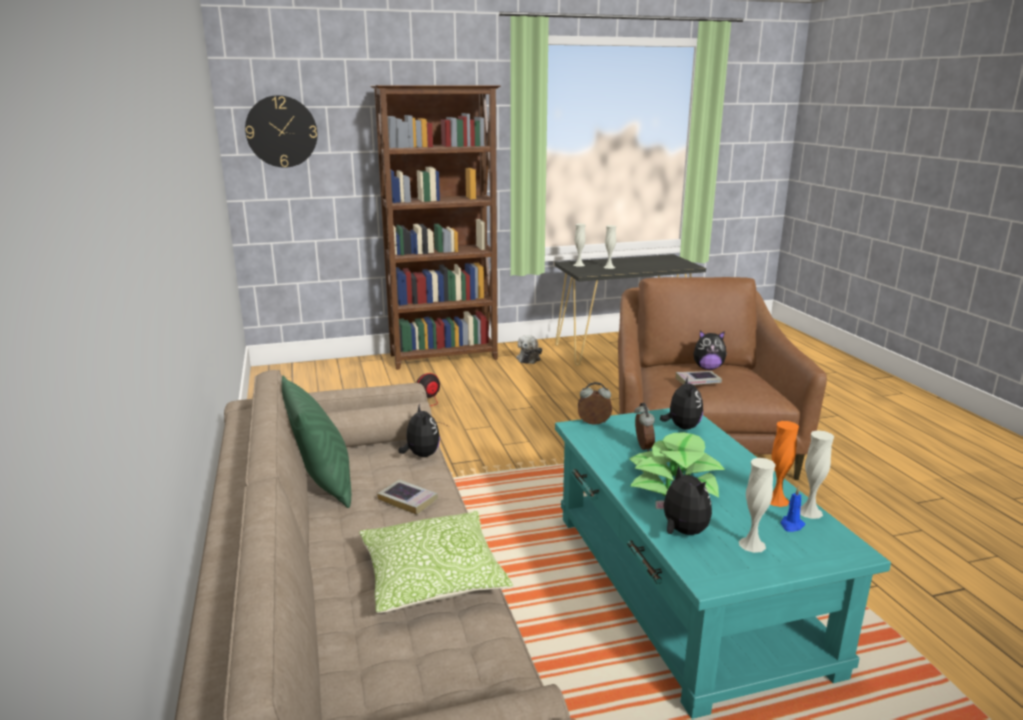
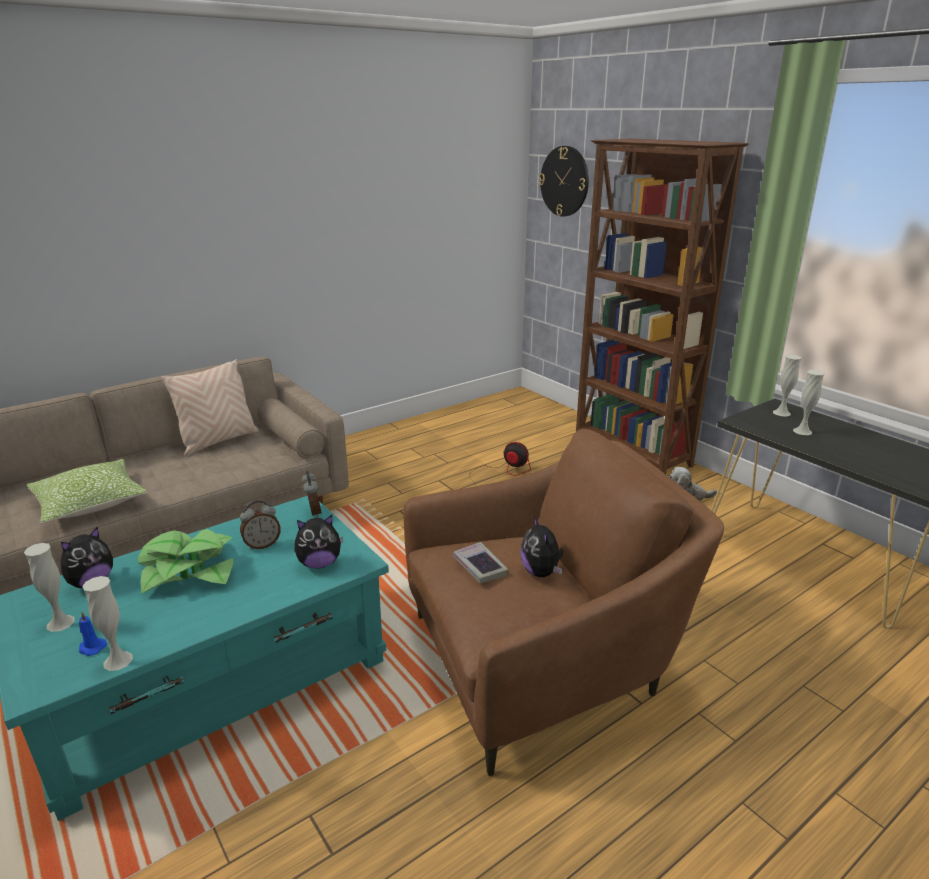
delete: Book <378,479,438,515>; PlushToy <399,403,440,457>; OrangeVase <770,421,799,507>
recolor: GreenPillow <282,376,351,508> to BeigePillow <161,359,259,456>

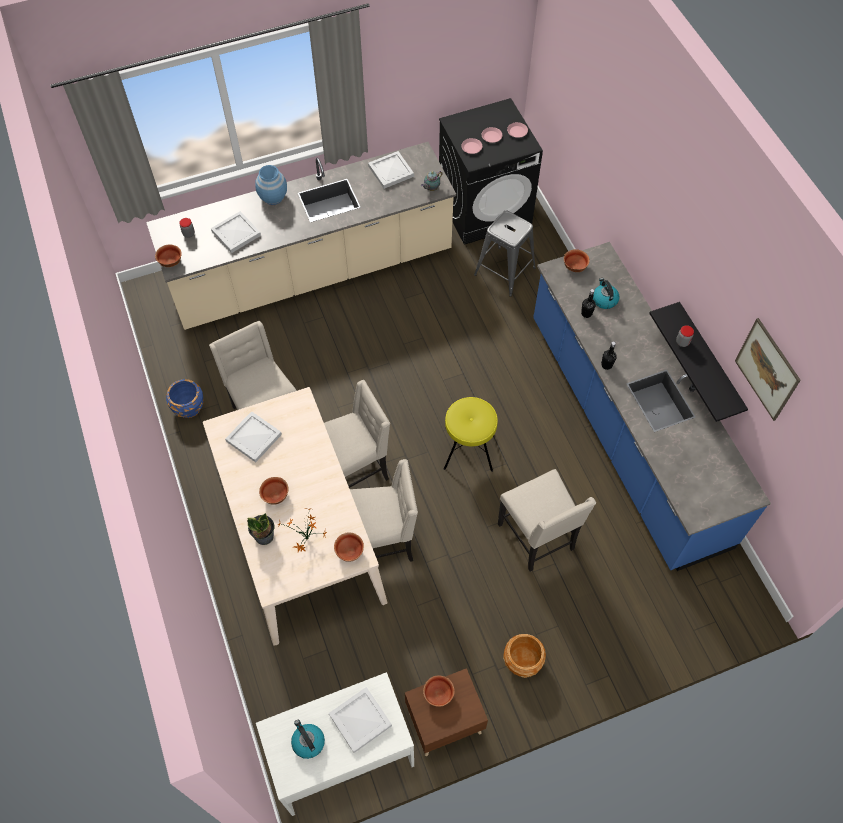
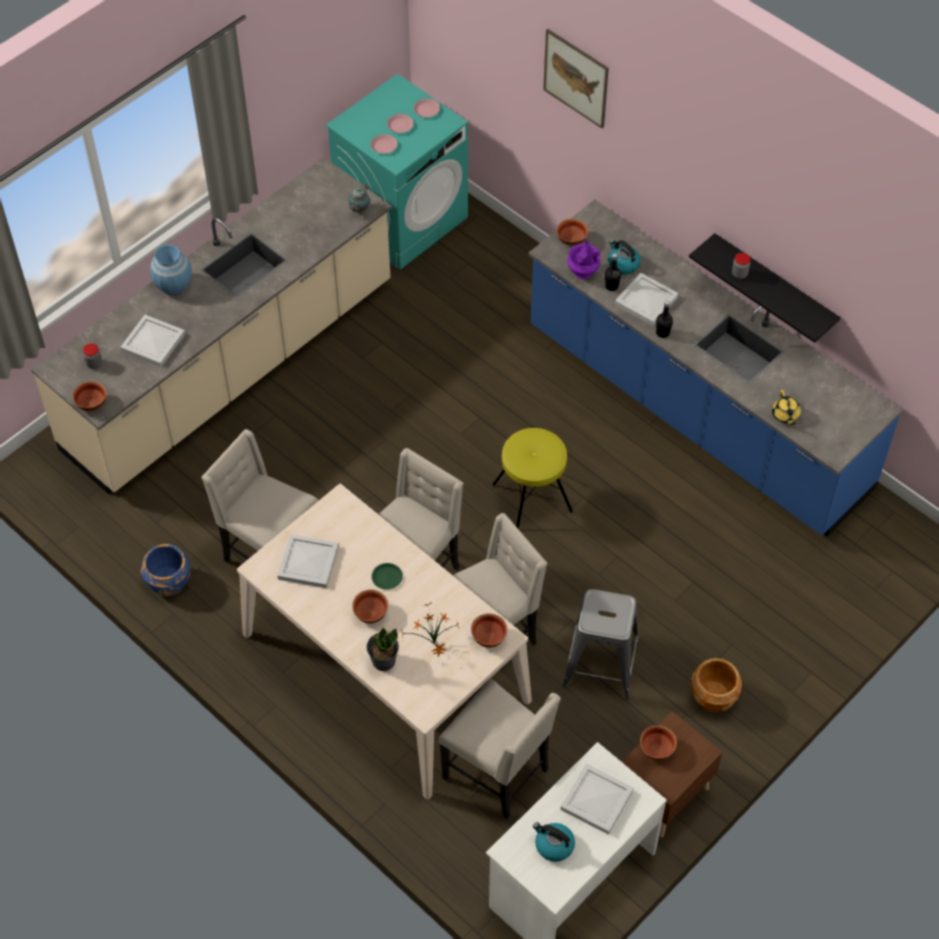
insert: GreenPlate <372,563,403,590>; PurpleVase <567,239,600,279>; YellowTeapot <772,390,801,425>
move: WhiteTray <368,151,414,189> to <615,273,679,326>; GreyStool <474,210,536,297> to <562,589,639,699>; BeigeChair <498,469,596,572> to <439,679,561,819>; Picture <735,318,801,421> to <543,29,609,129>
recolor: BlackWashingMachine <439,98,543,245> to TurquoiseWashingMachine <326,74,468,270>

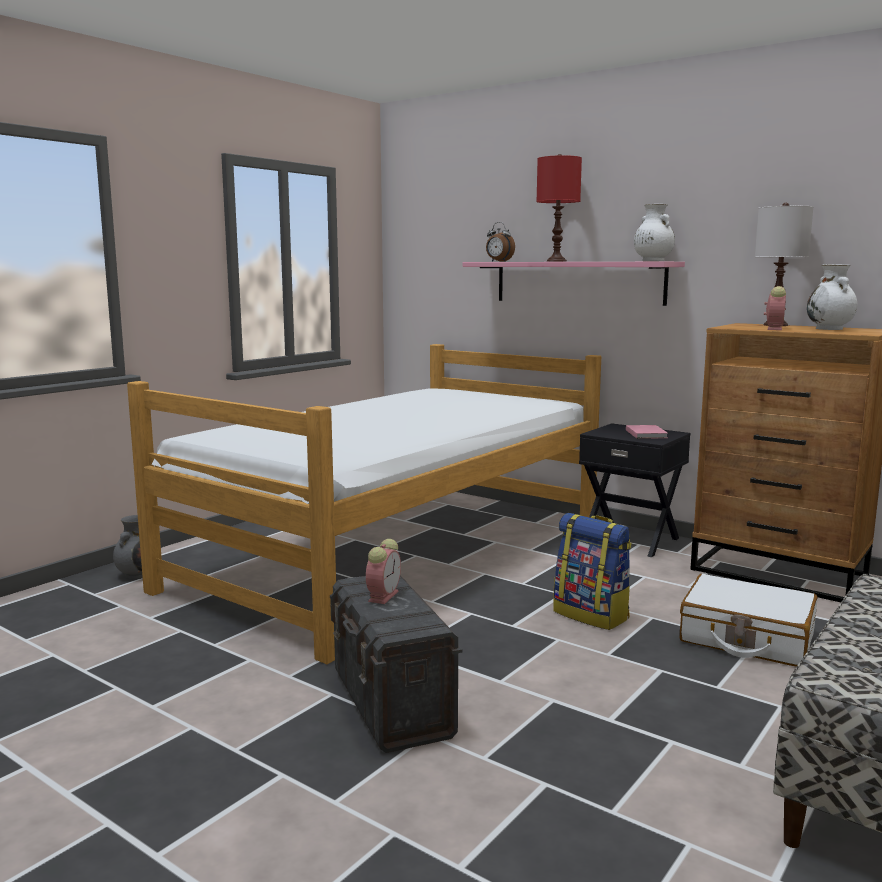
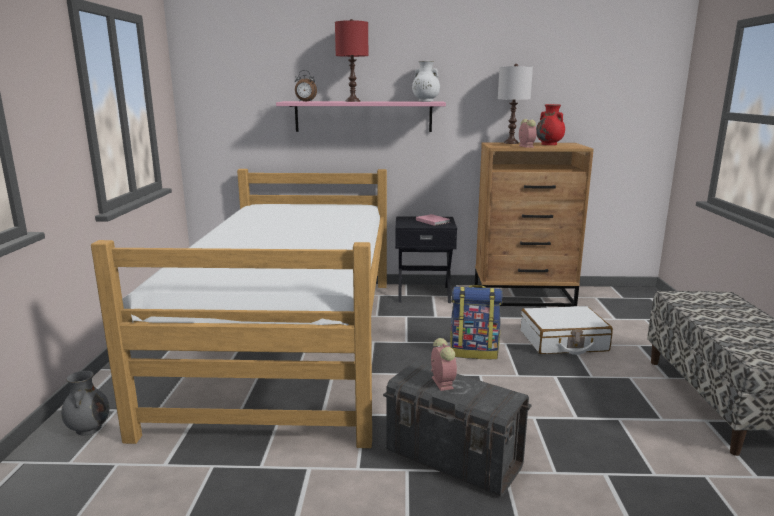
recolor: WhiteVase <807,265,858,330> to RedVase <536,104,565,145>

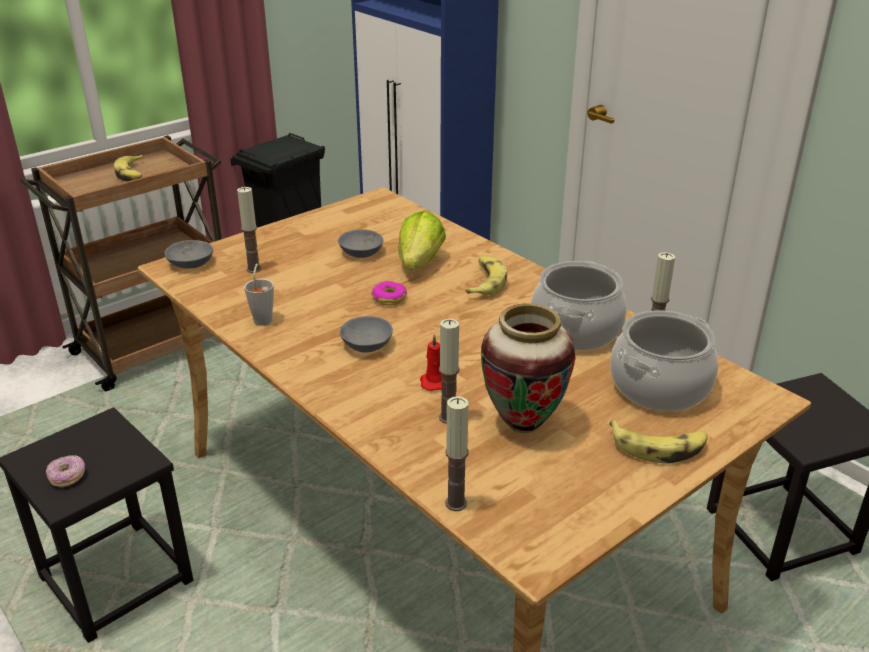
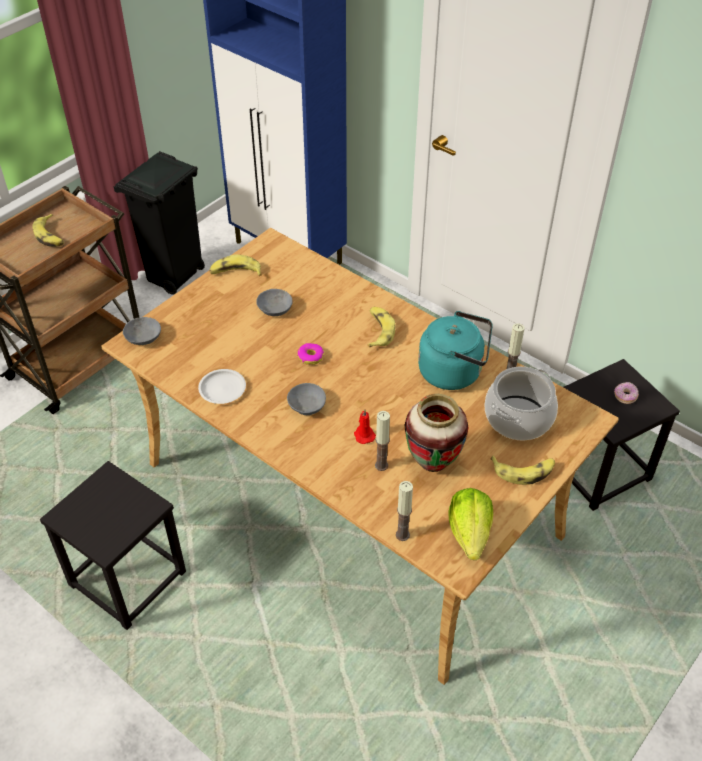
delete: Candle <237,187,262,273>
insert: Banana <209,254,262,276>
move: Donut <46,455,85,487> to <614,382,639,404>; Lettuce <398,211,446,270> to <448,488,493,560>
replace: GreyCup <244,264,274,326> to WhitePlate <198,369,246,404>; CookingPot <531,261,627,350> to TurquoiseKettle <418,311,492,390>

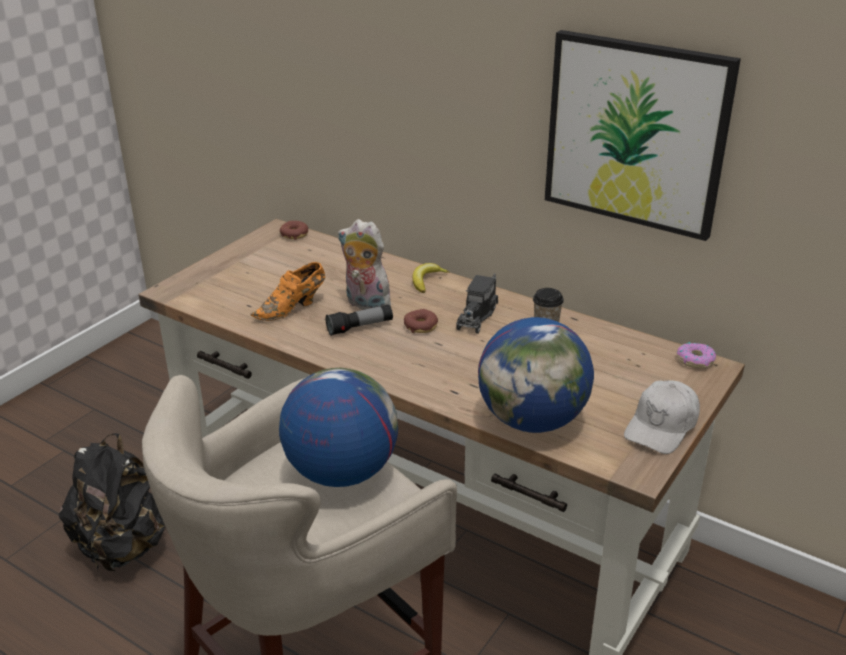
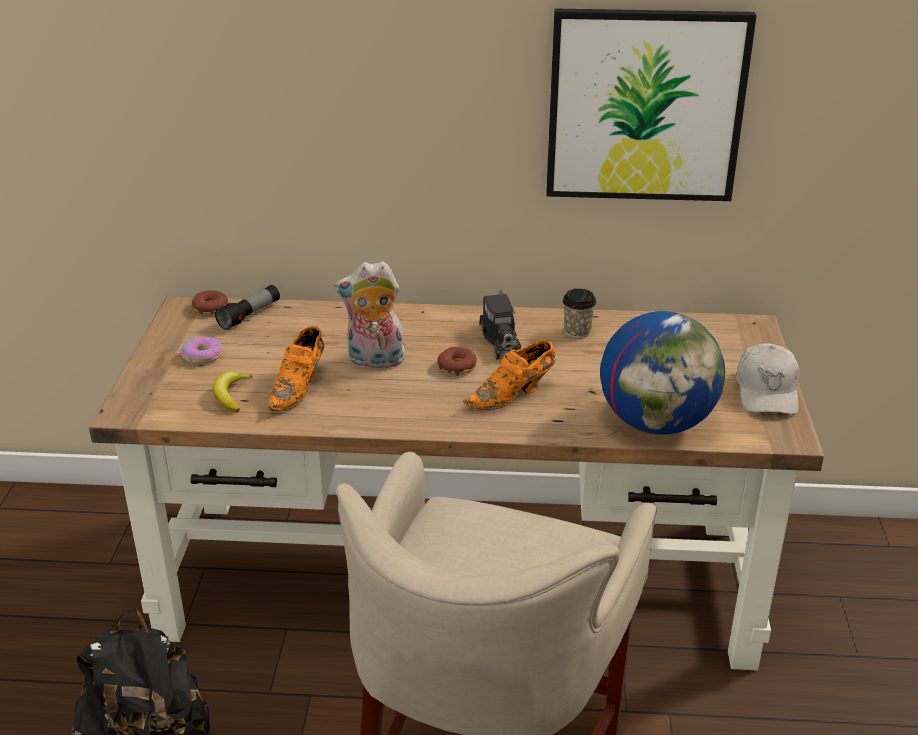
delete: Globe <279,368,398,487>
insert: OrangeShoe <463,340,555,410>
move: Flashlight <326,304,393,336> to <215,285,280,330>; Banana <412,263,450,293> to <213,371,253,412>; Donut <677,342,716,369> to <181,337,222,364>

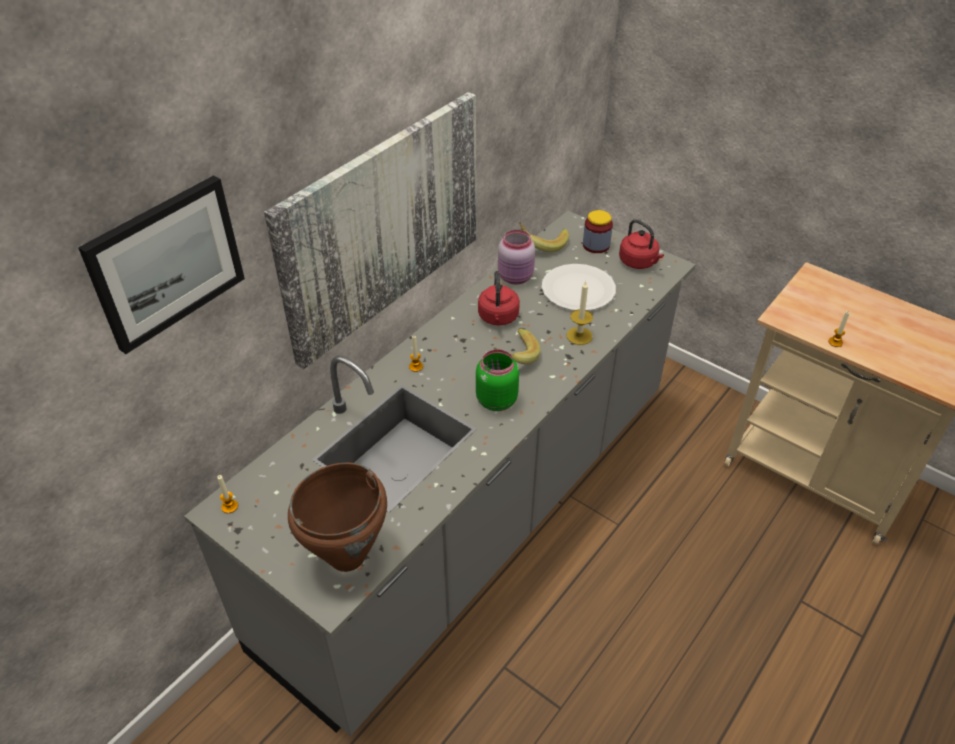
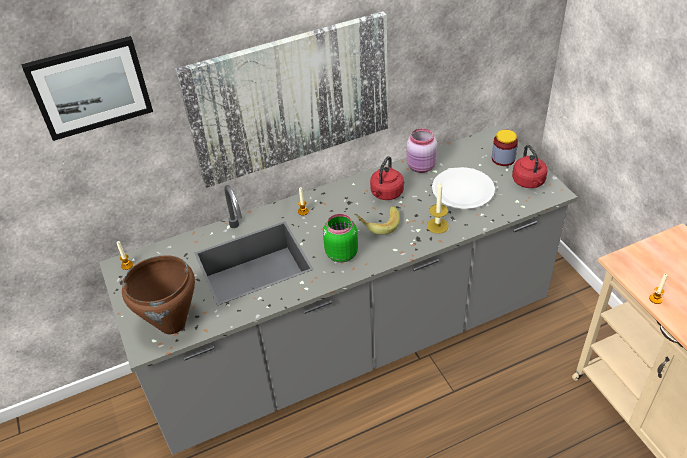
delete: Banana <518,222,569,252>

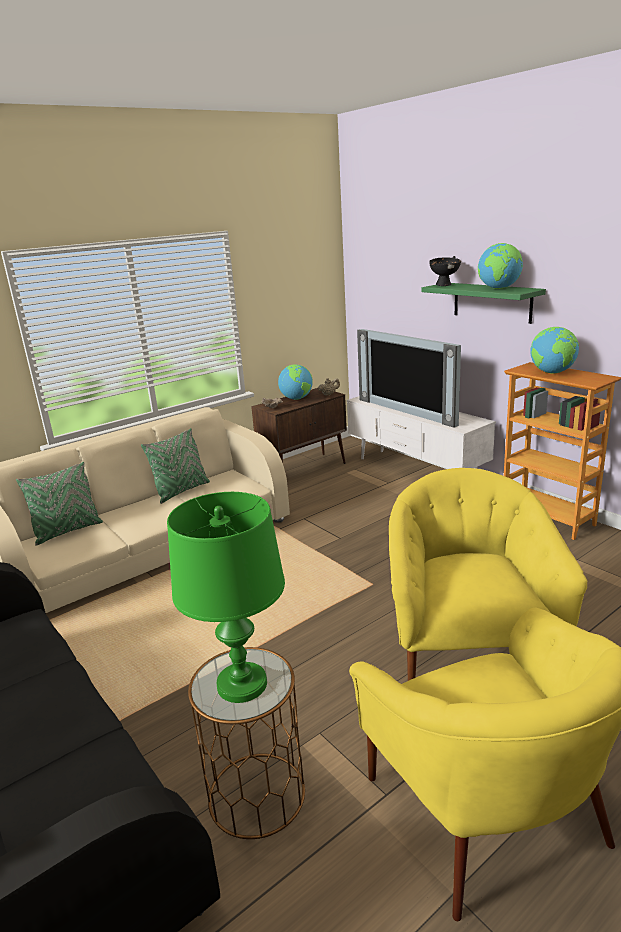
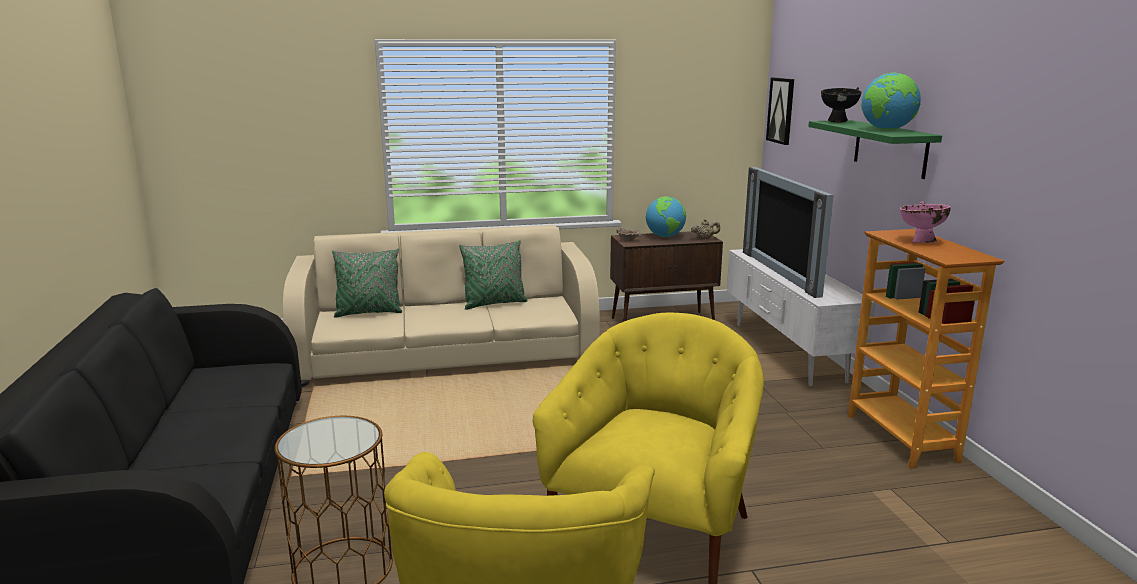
delete: GreenTableLamp <167,492,285,703>
insert: Picture <766,77,794,145>
replace: Globe <530,327,579,374> to PinkBowl <900,202,950,243>

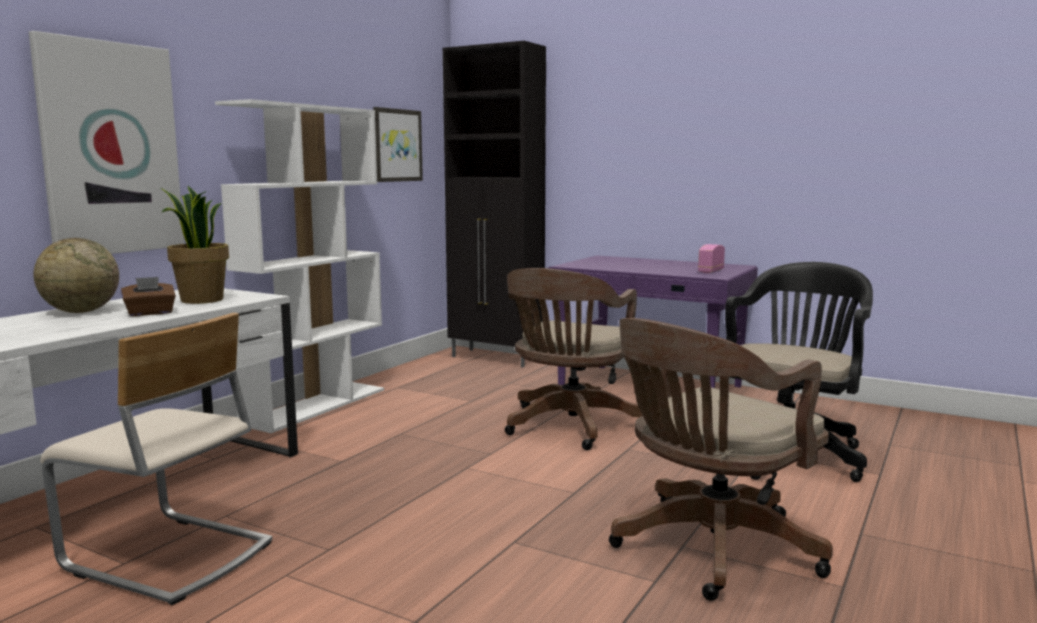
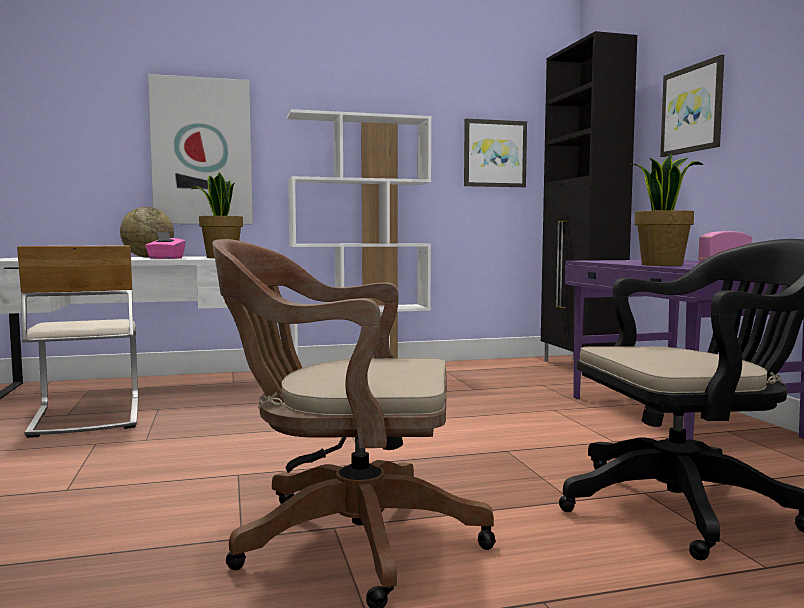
delete: BrownOfficeChair <505,268,643,450>
insert: PottedPlant <631,154,704,266>; Picture <660,55,724,157>
recolor: BrownTissueBox <121,277,176,316> to PinkTissueBox <145,232,186,259>

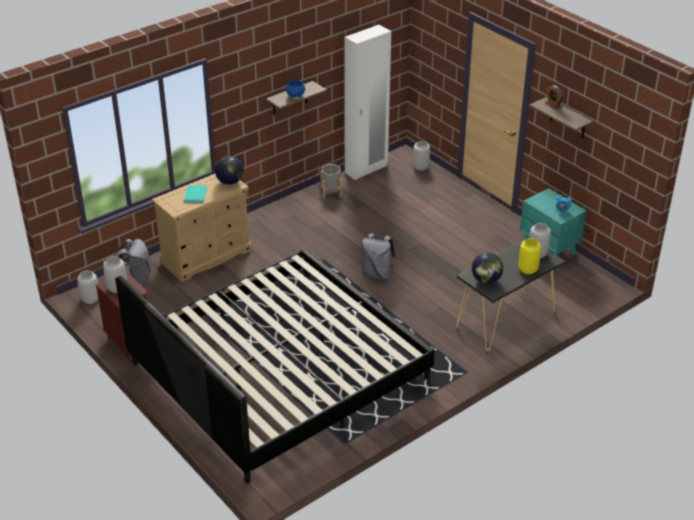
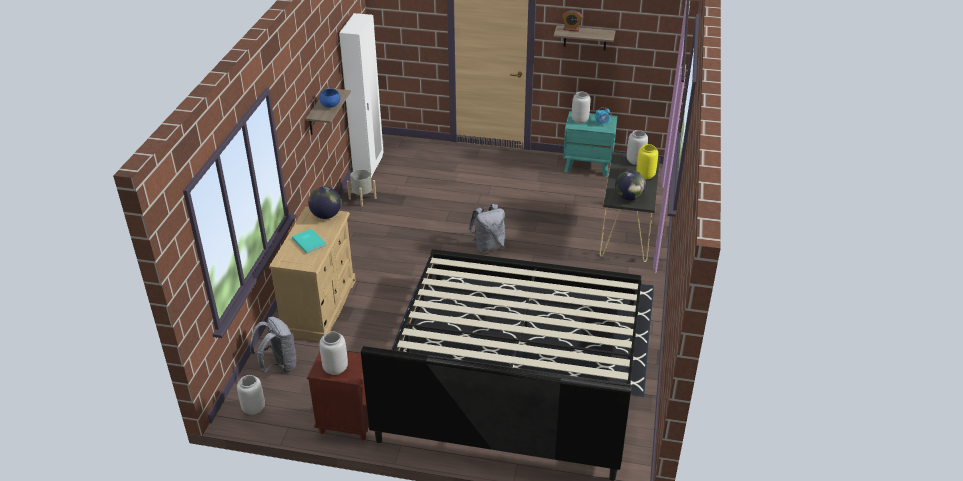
move: GreyVase <413,141,430,171> to <572,91,590,124>

